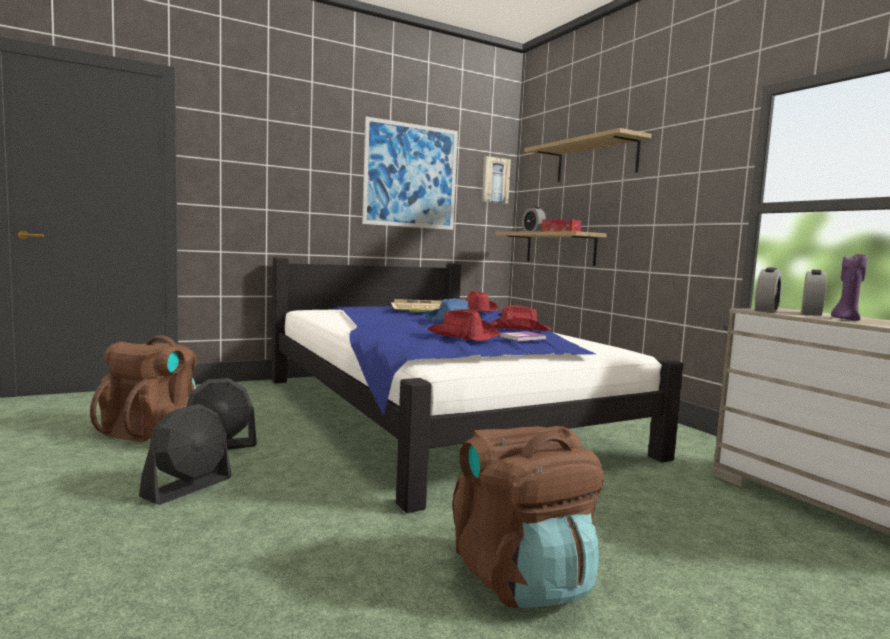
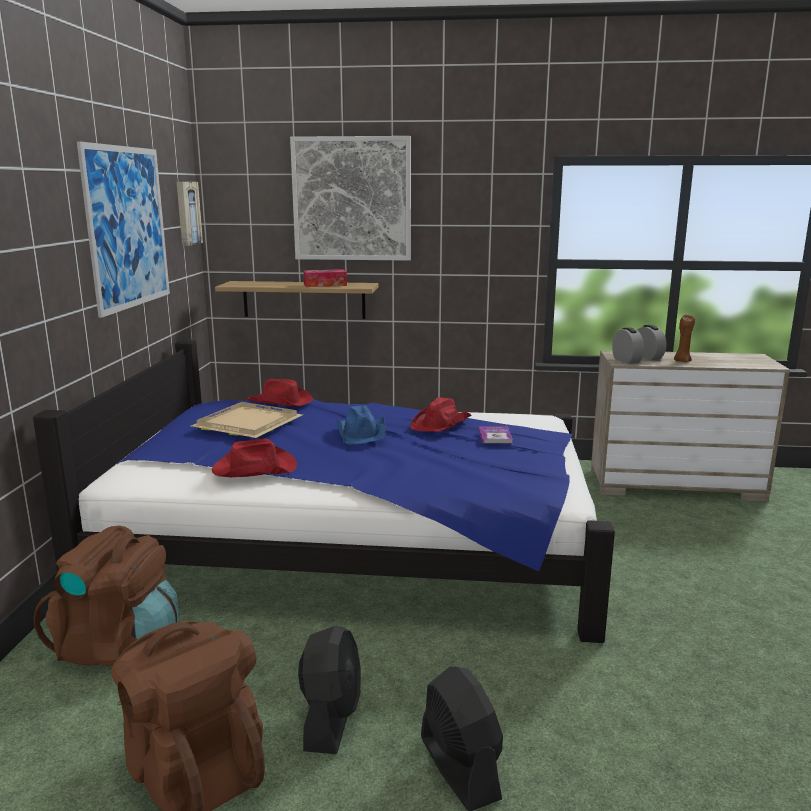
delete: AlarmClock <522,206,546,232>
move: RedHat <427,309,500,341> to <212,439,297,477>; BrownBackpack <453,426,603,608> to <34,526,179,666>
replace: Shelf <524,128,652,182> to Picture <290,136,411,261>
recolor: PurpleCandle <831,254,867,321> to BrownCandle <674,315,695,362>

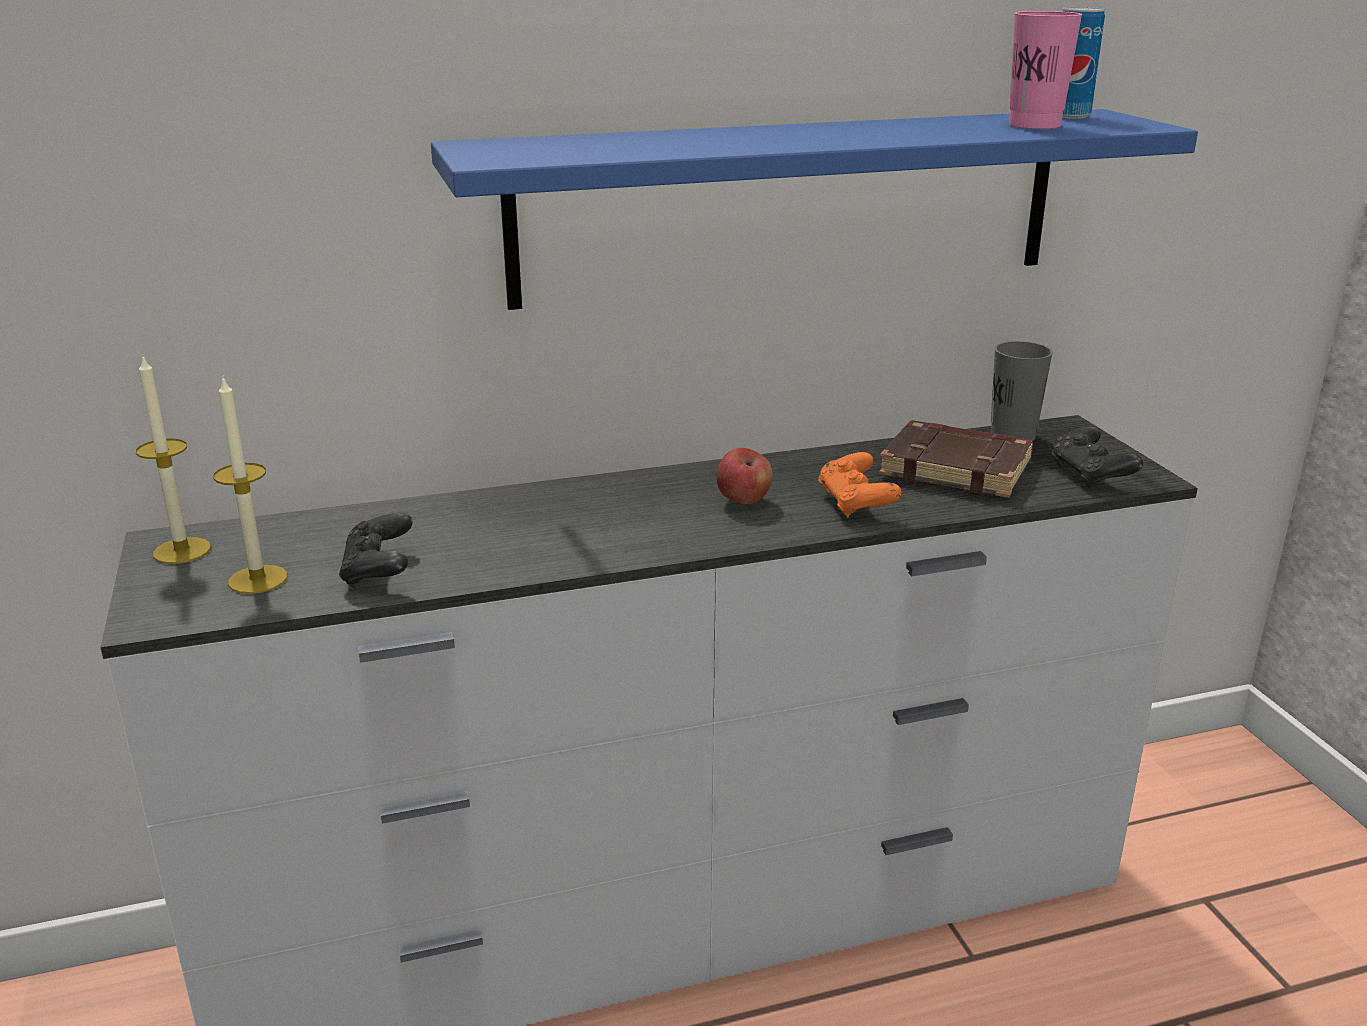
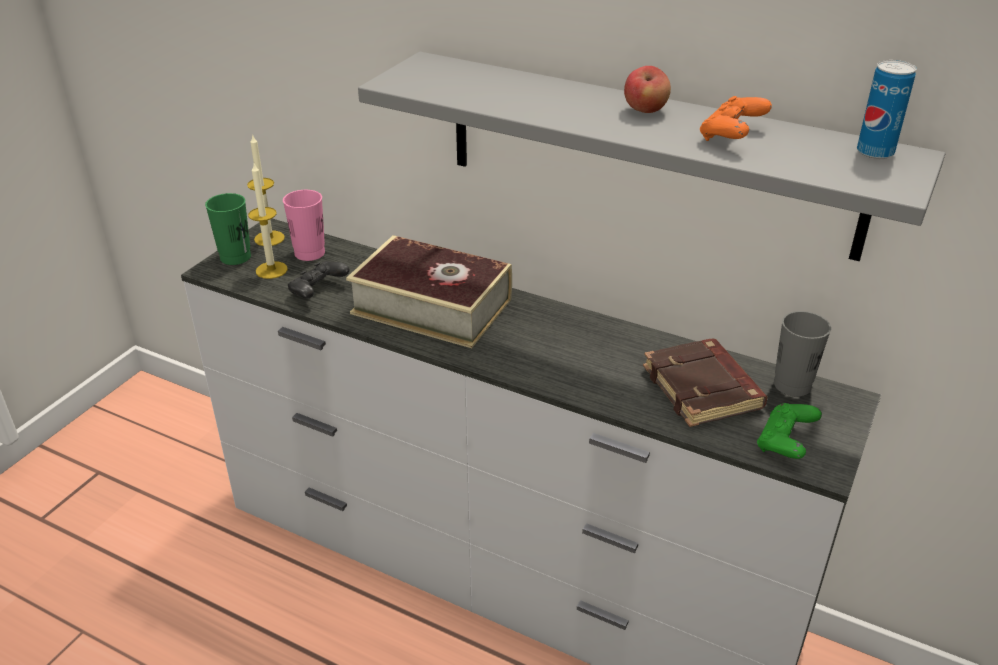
insert: GreenCup <205,193,251,265>; Book <346,235,512,348>
move: Apple <716,448,773,504> to <624,66,671,113>; OrangeGameController <818,452,902,518> to <700,96,772,141>; PinkCup <1009,11,1083,129> to <283,190,325,261>
recolor: BlueShelf <431,109,1198,310> to GreyShelf <358,52,945,261>; BlackGameController <1051,427,1143,489> to GreenGameController <757,403,822,459>

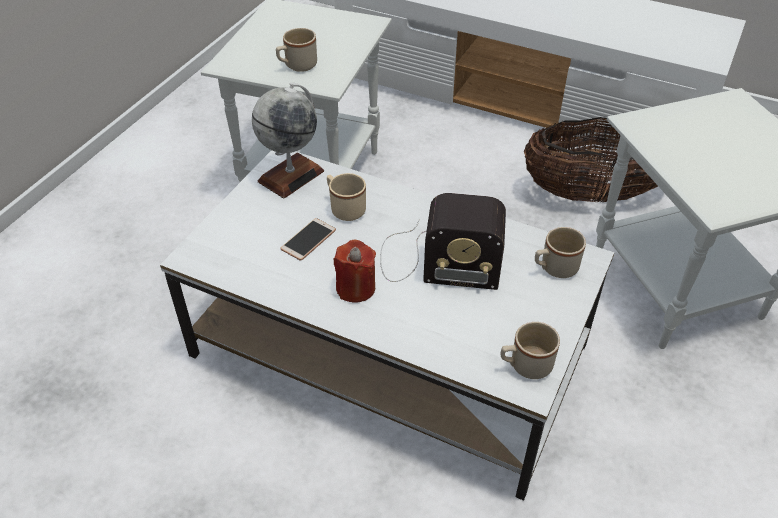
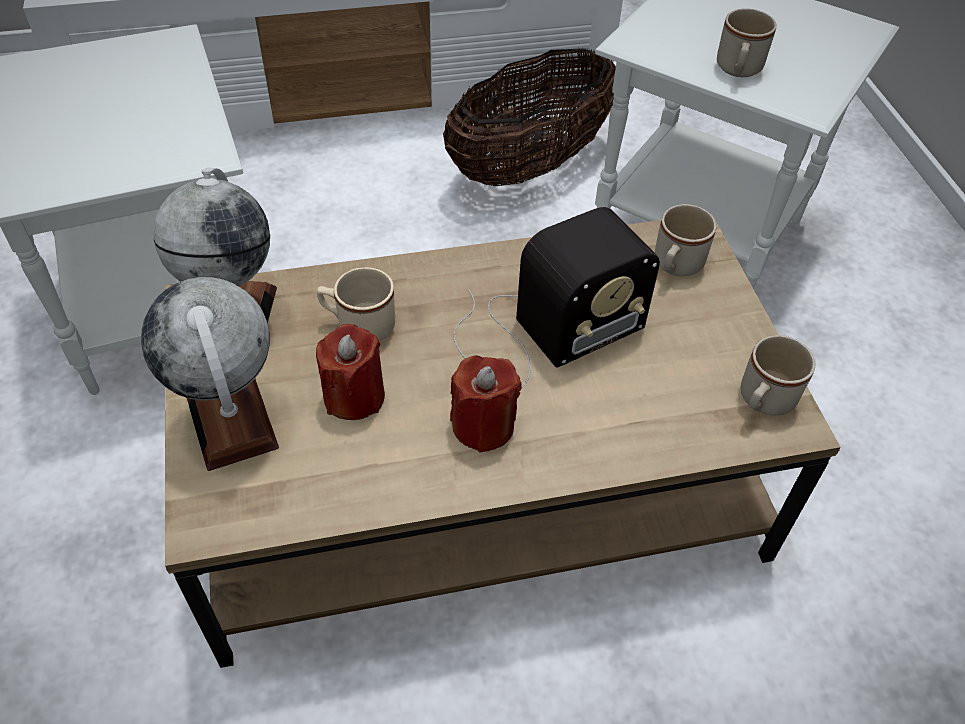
insert: Globe <141,277,279,471>
move: BeigeMug <276,28,317,72> to <717,8,777,77>
replace: Phone <280,218,336,261> to RedCandle <316,324,385,420>
recolor: WhiteCoffeeTable <160,150,614,501> to BrownCoffeeTable <165,214,841,668>

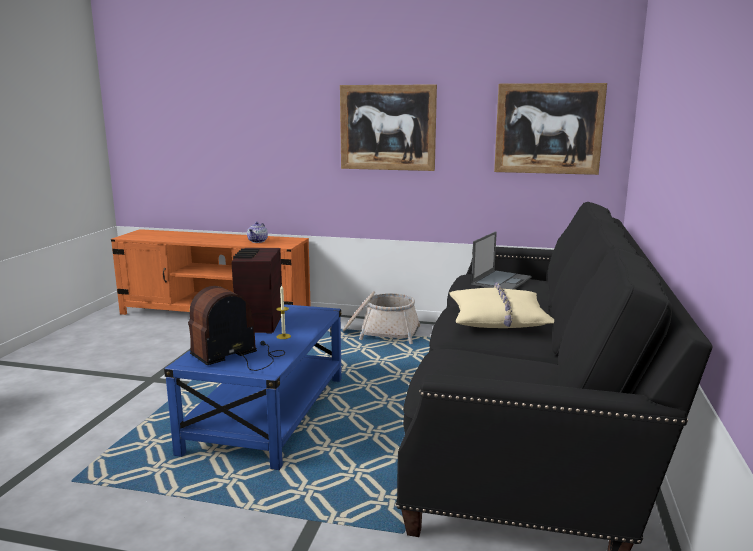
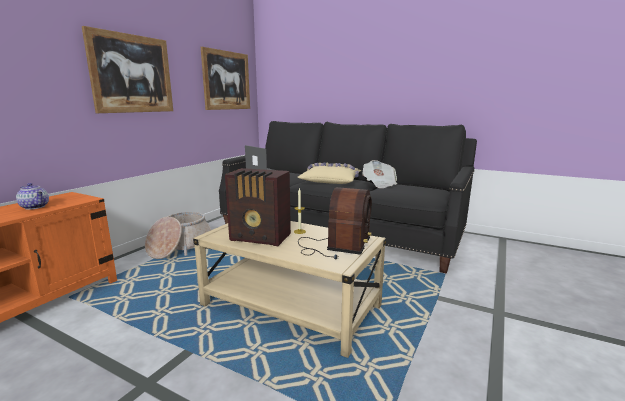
insert: Newspaper <362,160,397,188>
recolor: BlueCoffeeTable <164,304,342,470> to BeigeCoffeeTable <193,221,386,358>
rotate: Radio <188,286,285,371> = <298,187,372,259> 135 degrees counterclockwise

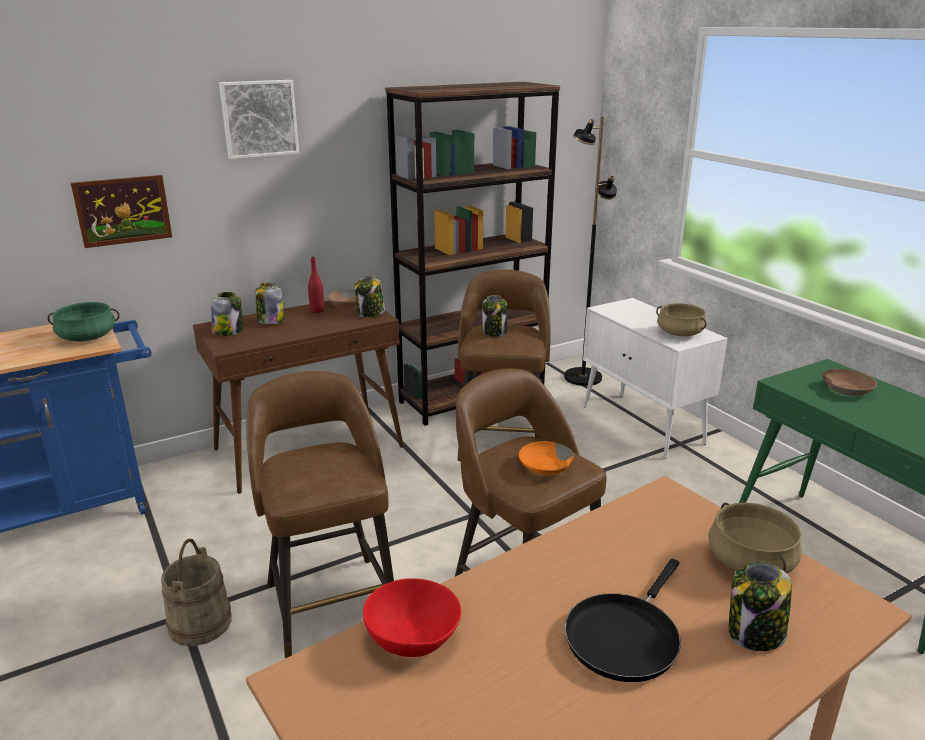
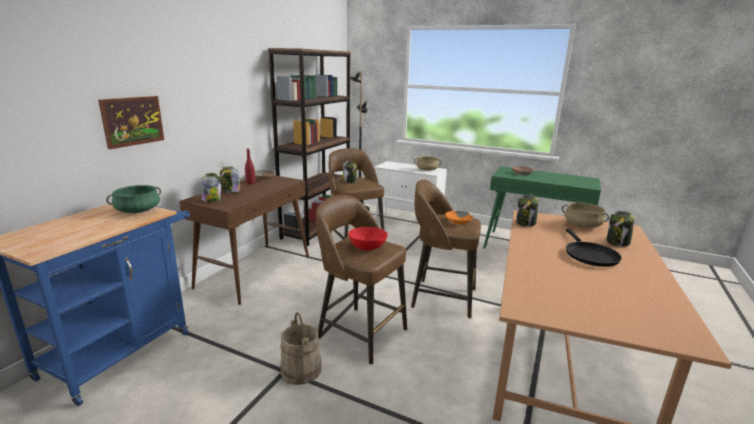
delete: Picture <219,80,299,159>
move: Jar <354,276,385,317> to <516,194,538,227>; RedBowl <363,578,461,657> to <348,227,388,250>

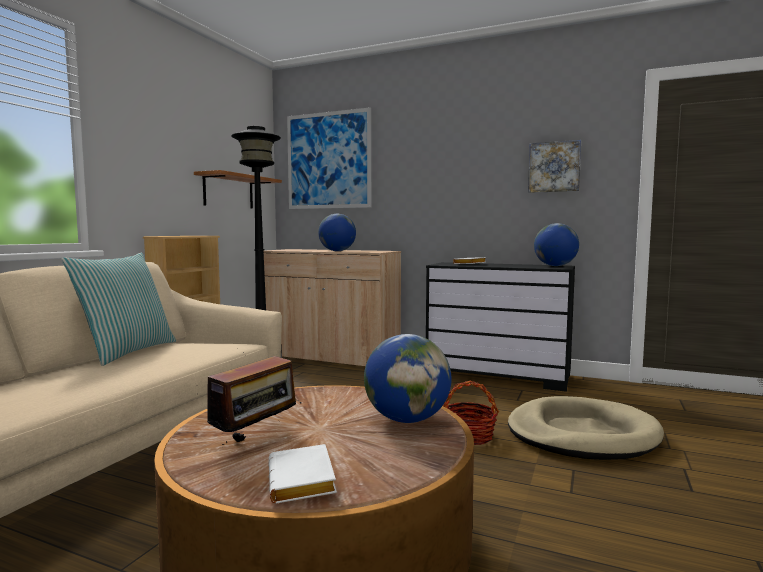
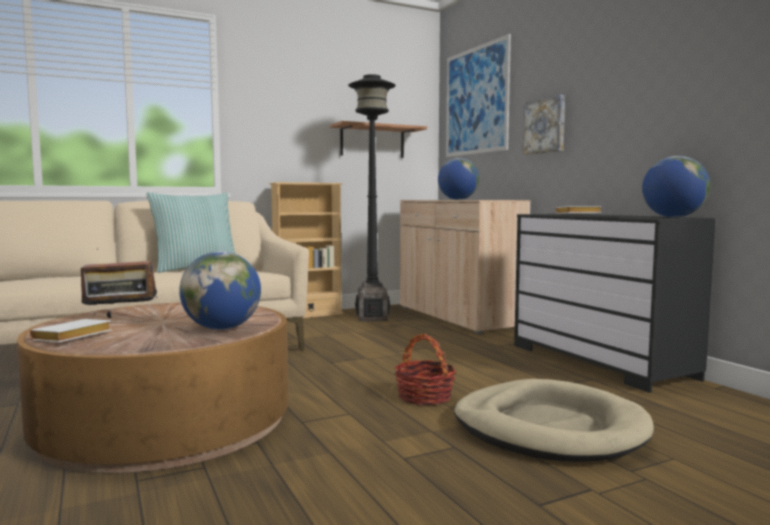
move: Picture <528,140,581,193> to <523,95,565,155>

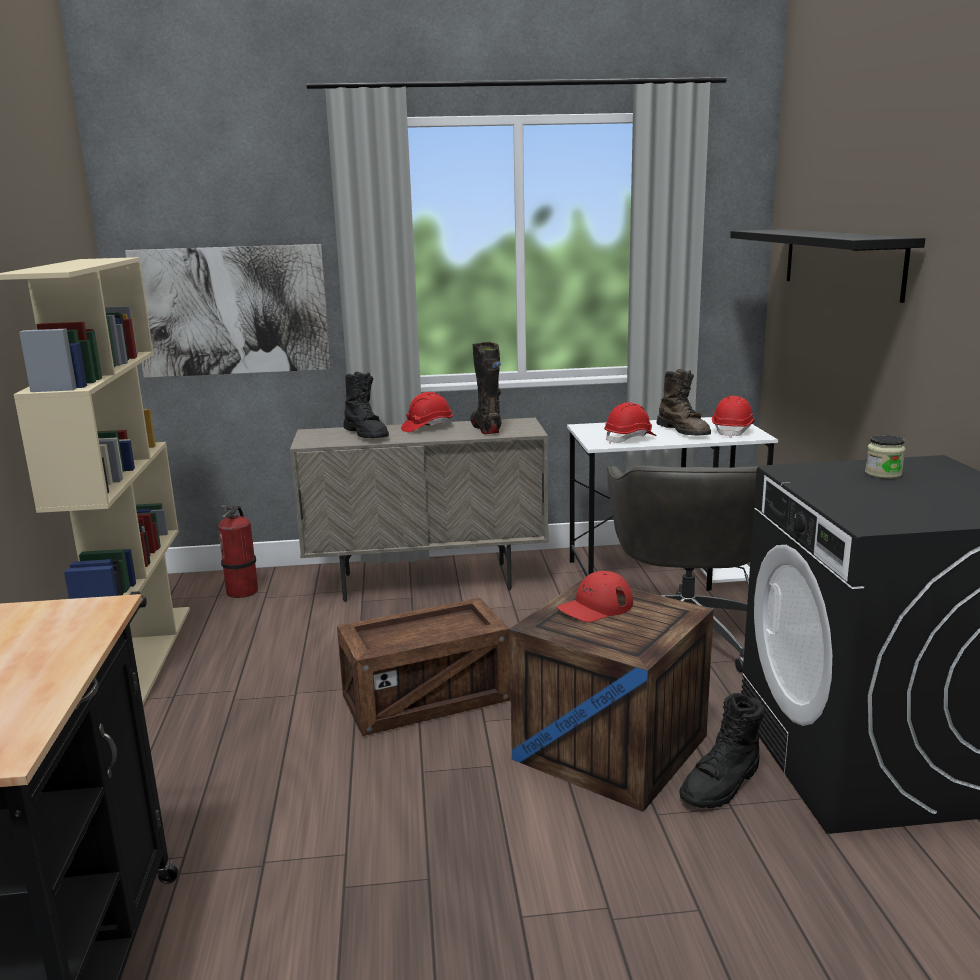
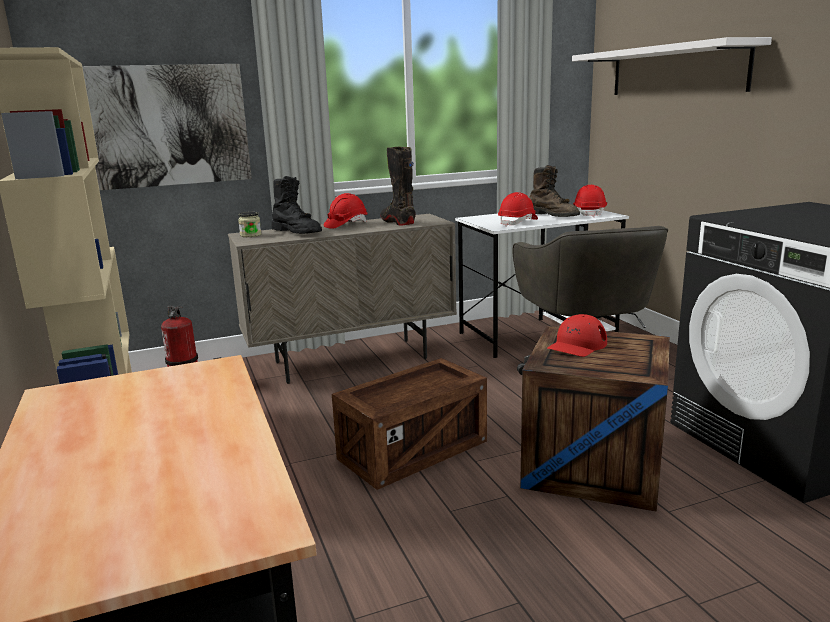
delete: BlackBoot <679,693,764,808>
move: Jar <865,435,905,479> to <238,212,261,237>
recolor: BlackShelf <730,229,925,303> to WhiteShelf <572,37,772,95>

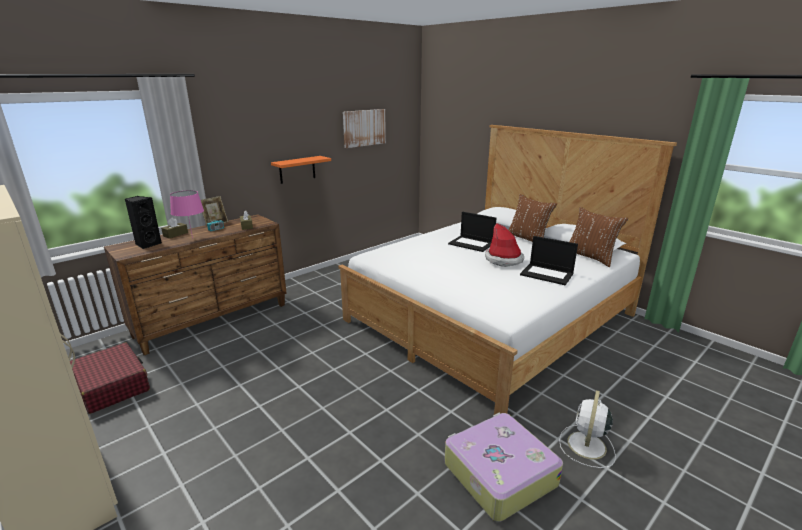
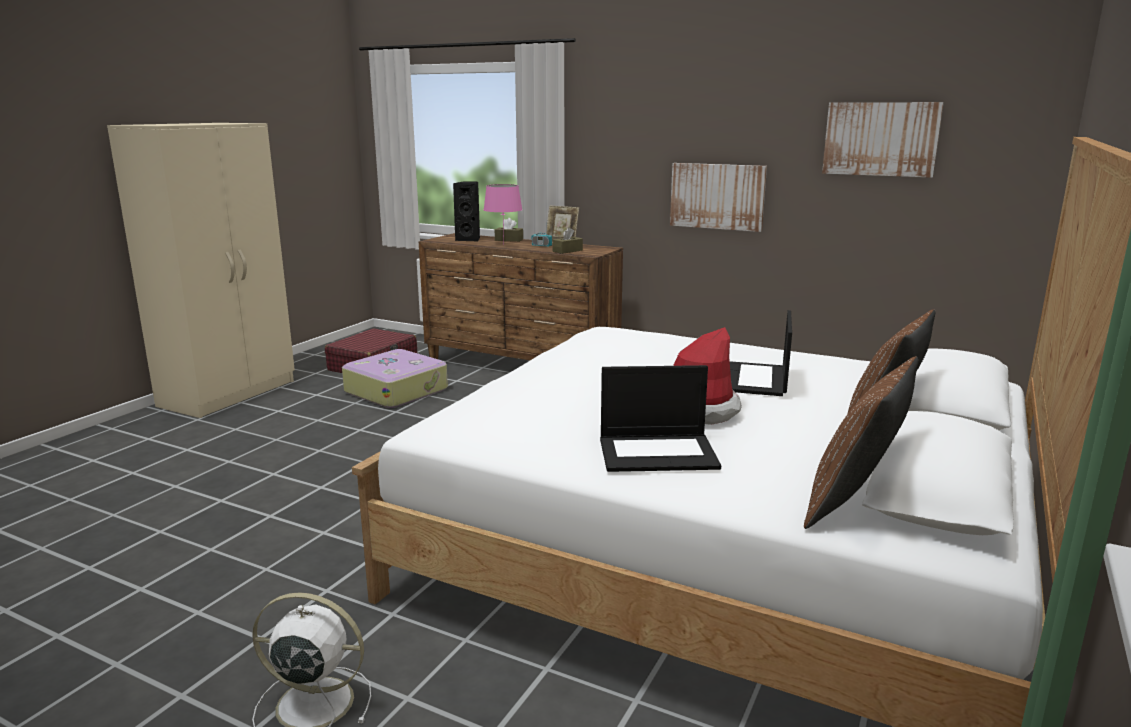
move: Suitcase <444,413,563,522> to <342,349,448,408>
replace: OrangeShelf <271,156,331,184> to Picture <670,163,767,232>
rotate: Laptop <520,236,578,285> = <600,365,721,472> 105 degrees counterclockwise

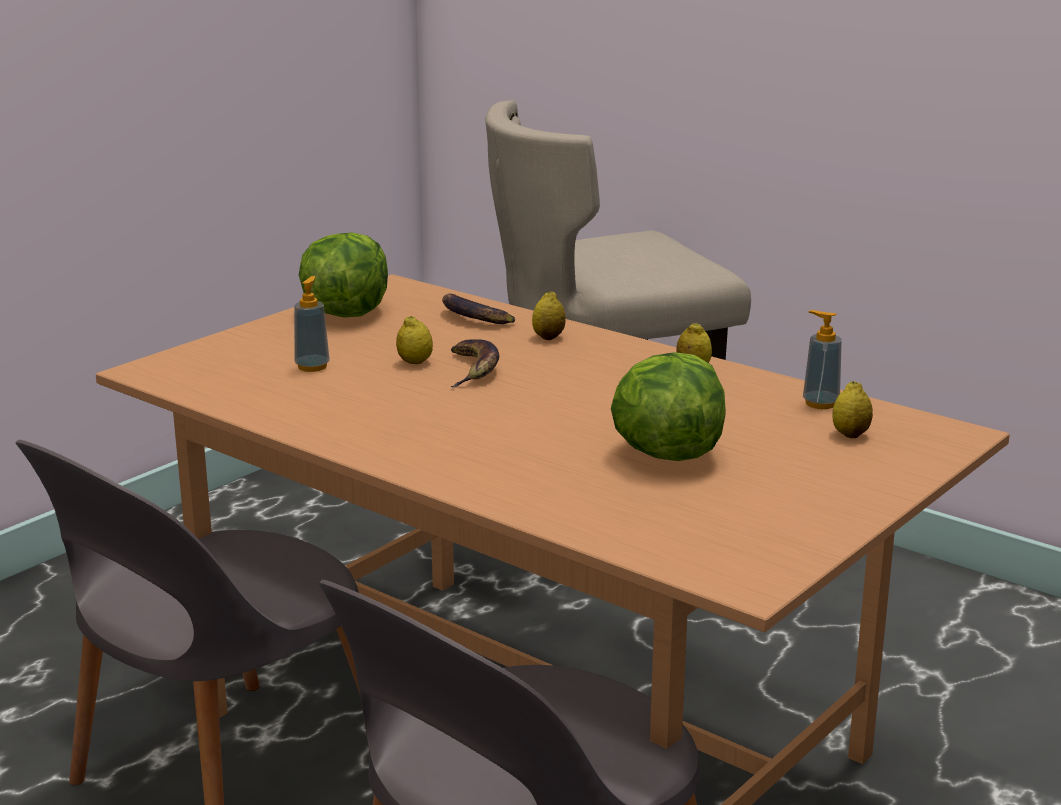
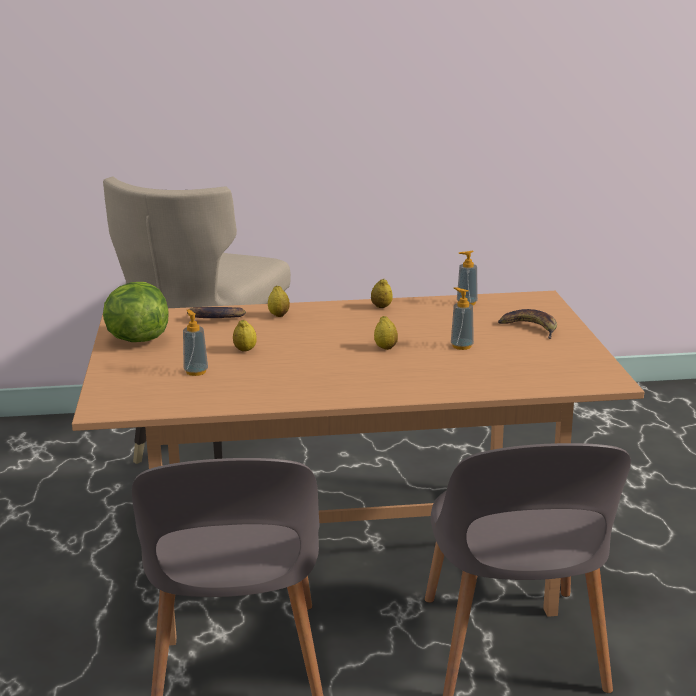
move: Banana <451,339,499,388> to <498,309,557,339>; Lemon <832,381,873,438> to <374,316,398,350>
replace: Lettuce <611,352,726,461> to SoapDispenser <451,287,474,350>

